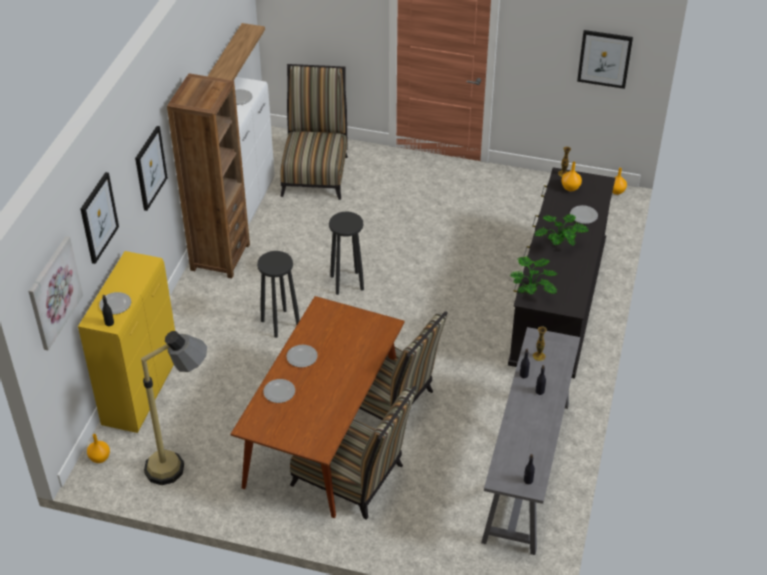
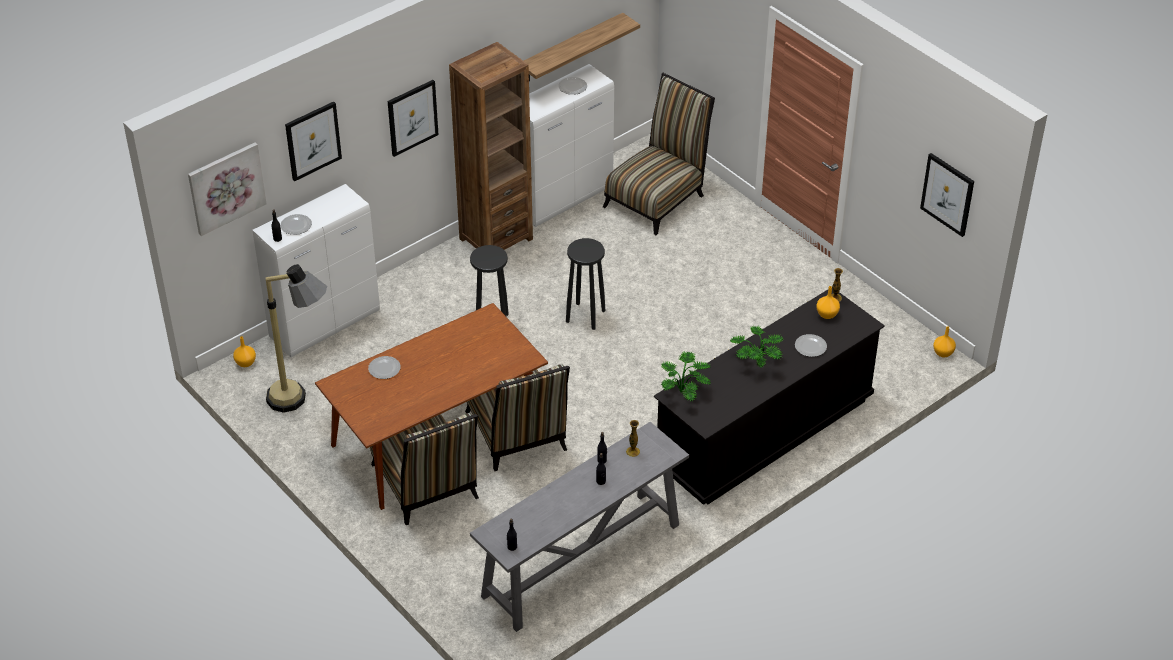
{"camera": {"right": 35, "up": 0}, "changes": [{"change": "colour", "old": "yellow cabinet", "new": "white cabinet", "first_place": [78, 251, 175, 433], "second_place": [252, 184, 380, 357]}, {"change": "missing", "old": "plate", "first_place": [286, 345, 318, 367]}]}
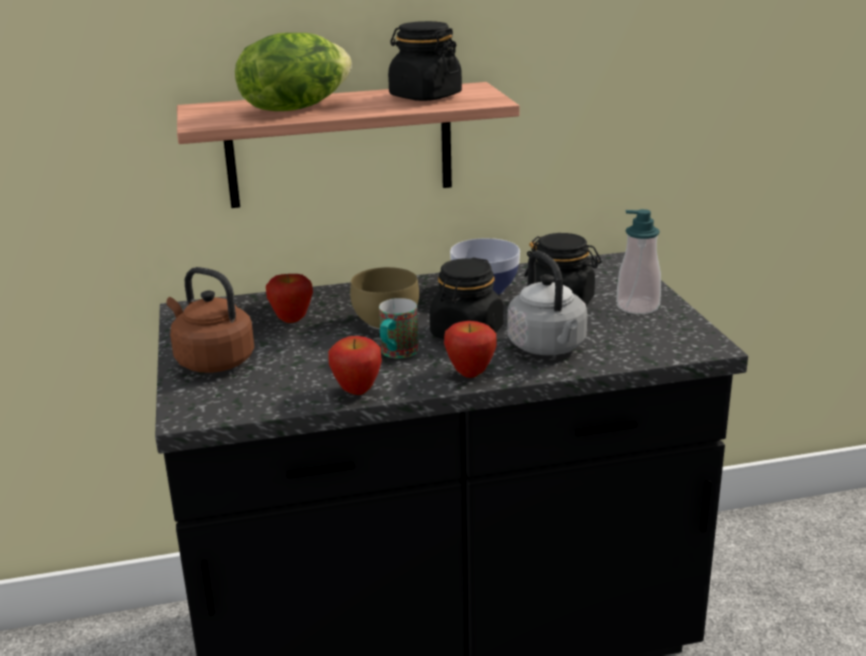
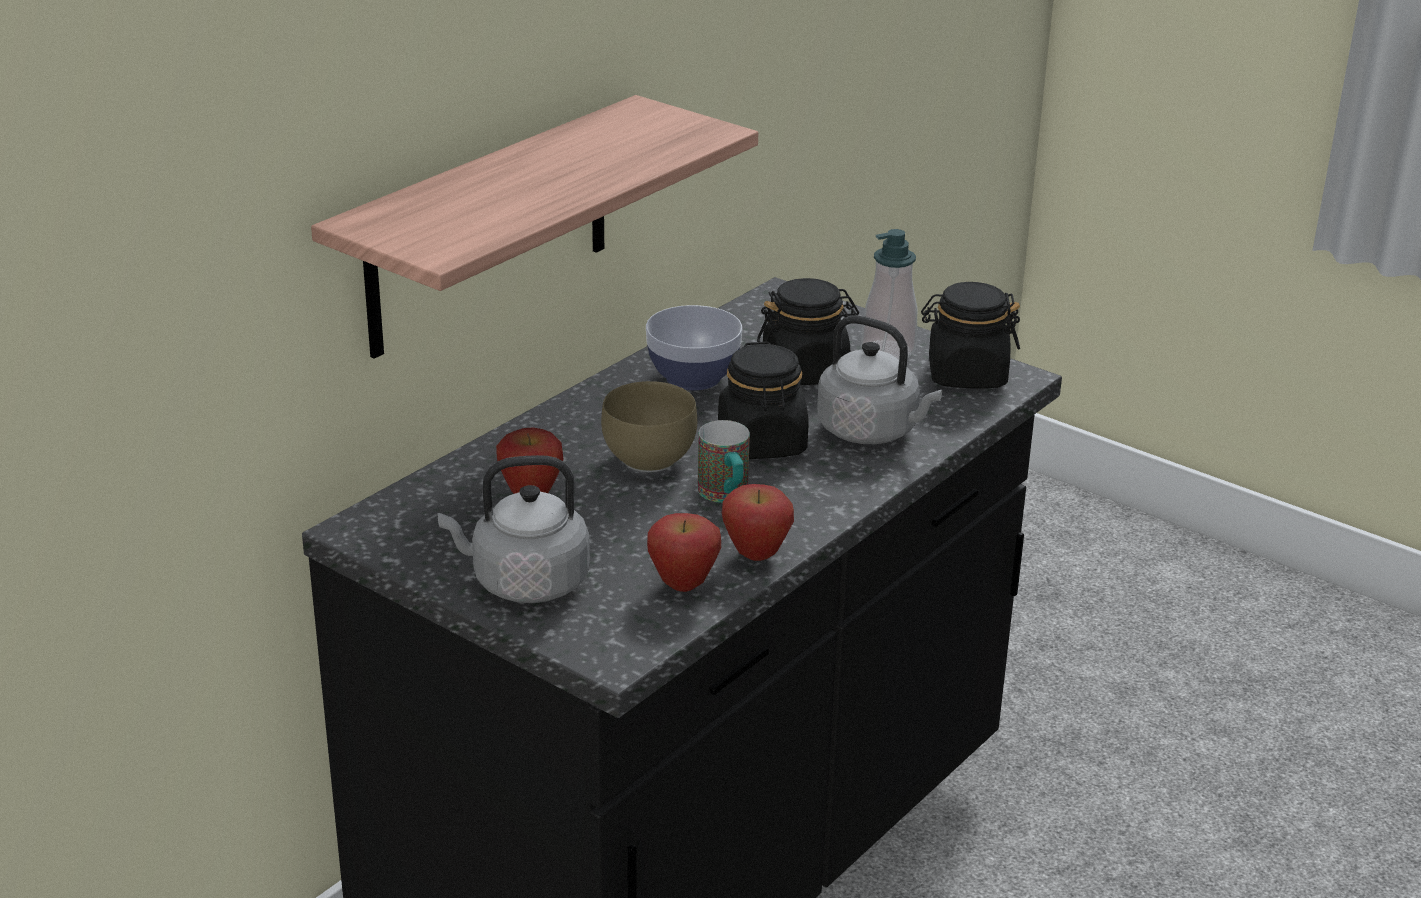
{"camera": {"right": -40, "up": 5}, "changes": [{"change": "colour", "old": "brown kettle", "new": "grey kettle", "first_place": [167, 267, 254, 373], "second_place": [437, 455, 590, 603]}, {"change": "missing", "old": "lettuce", "first_place": [235, 33, 352, 111]}, {"change": "relocated", "old": "black jar", "first_place": [388, 21, 462, 101], "second_place": [921, 282, 1020, 389]}, {"change": "relocated", "old": "apple", "first_place": [444, 321, 497, 378], "second_place": [647, 513, 721, 592]}]}
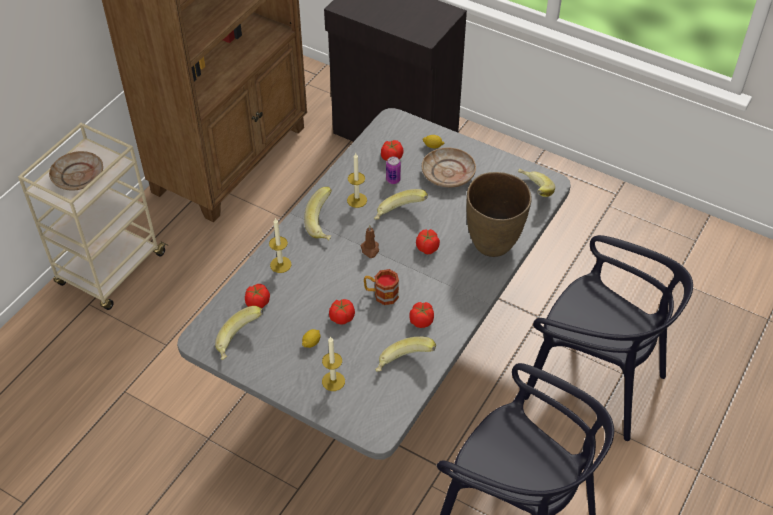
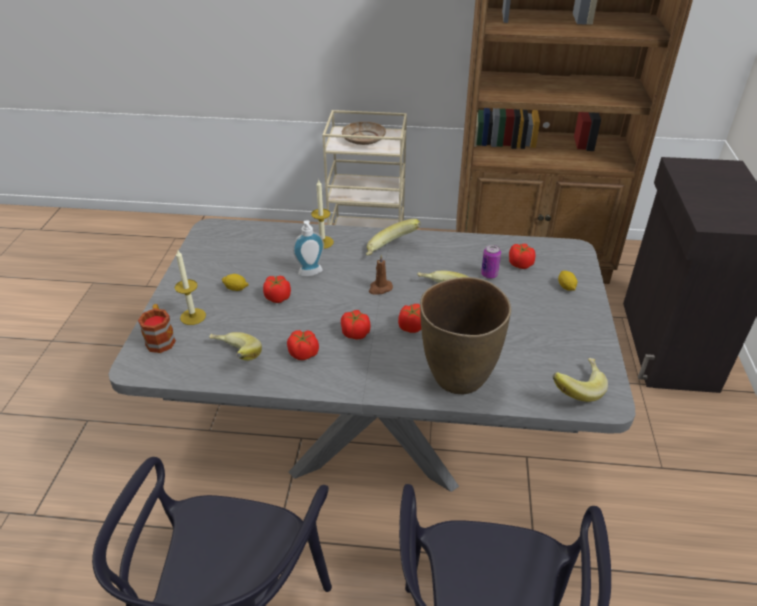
{"camera": {"right": 65, "up": -10}, "changes": [{"change": "missing", "old": "banana", "first_place": [215, 306, 263, 360]}, {"change": "relocated", "old": "tomato", "first_place": [245, 284, 270, 308], "second_place": [341, 310, 370, 340]}, {"change": "missing", "old": "candle", "first_place": [347, 153, 367, 208]}, {"change": "relocated", "old": "mug", "first_place": [364, 269, 399, 305], "second_place": [138, 304, 176, 353]}, {"change": "missing", "old": "beige plate", "first_place": [422, 148, 476, 188]}, {"change": "appeared", "new": "soap dispenser", "second_place": [293, 220, 324, 276]}]}
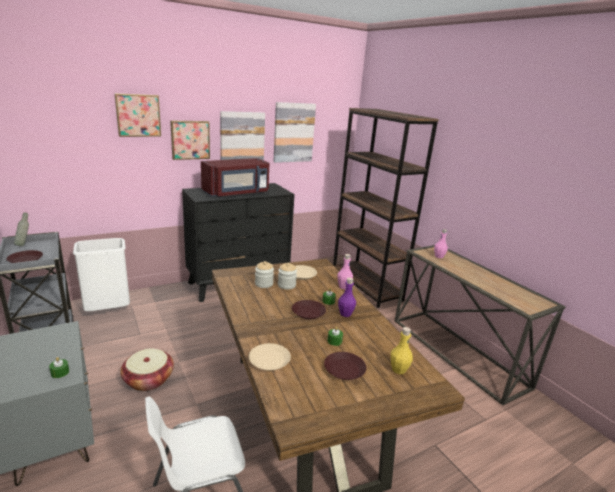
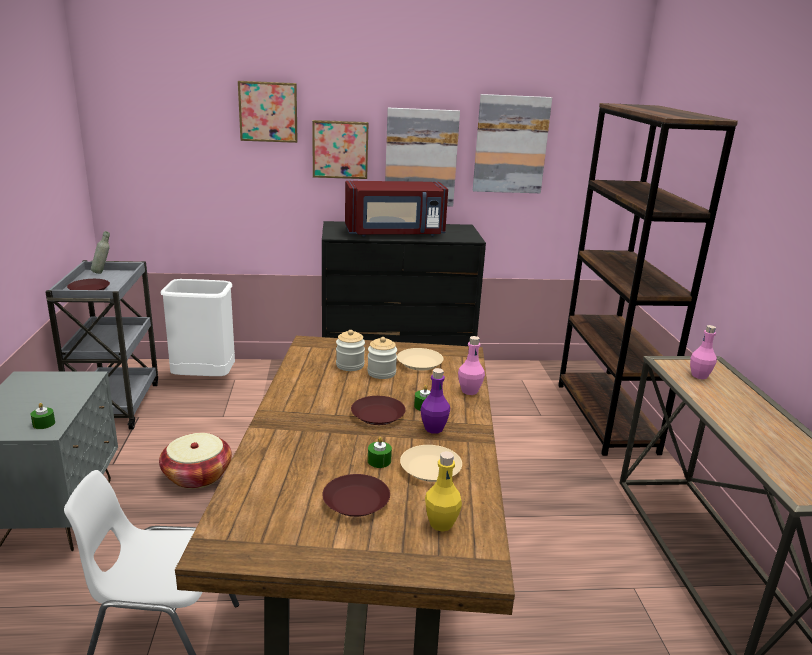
{"camera": {"right": 25, "up": 0}, "changes": [{"change": "relocated", "old": "beige plate", "first_place": [249, 343, 291, 371], "second_place": [400, 445, 462, 482]}]}
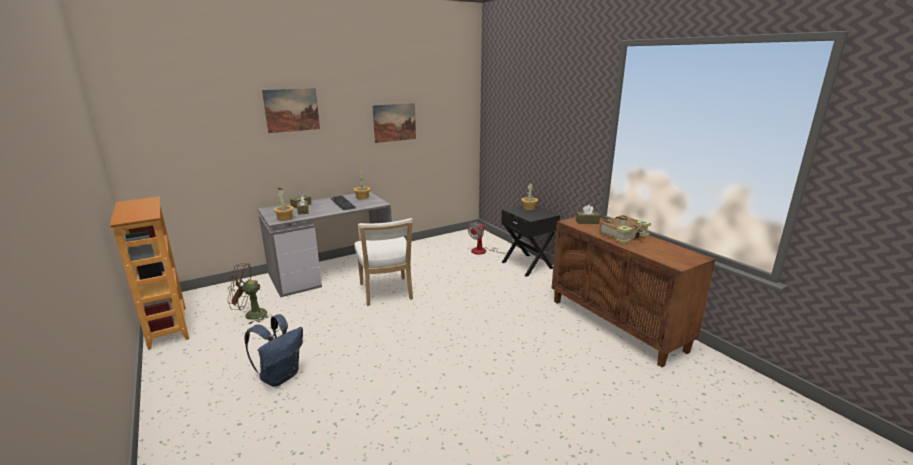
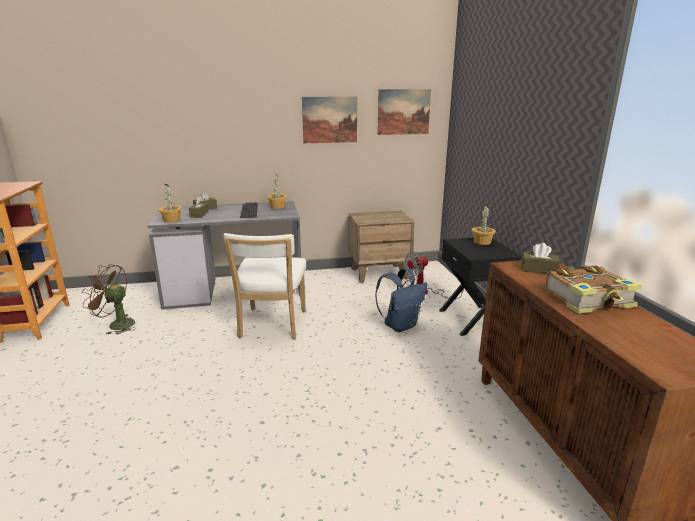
{"camera": {"right": 20, "up": 0}, "changes": [{"change": "relocated", "old": "blue backpack", "first_place": [245, 314, 303, 387], "second_place": [375, 268, 427, 332]}, {"change": "relocated", "old": "picture", "first_place": [262, 88, 320, 133], "second_place": [377, 89, 431, 135]}, {"change": "appeared", "new": "brown nightstand", "second_place": [349, 211, 415, 283]}]}
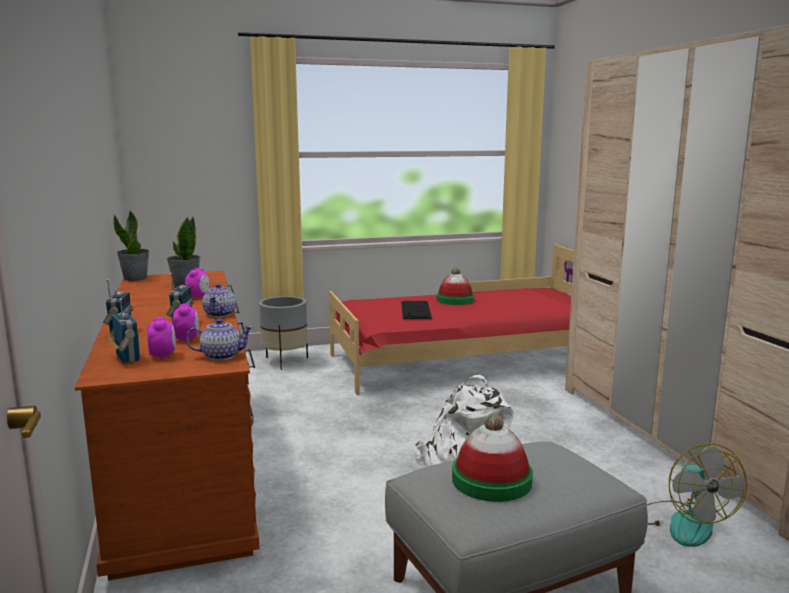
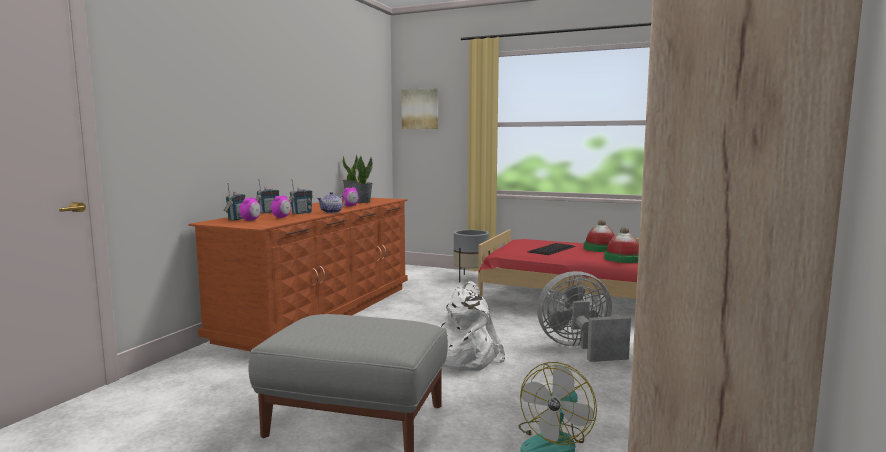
{"camera": {"right": 40, "up": -5}, "changes": [{"change": "missing", "old": "teapot", "first_place": [186, 319, 253, 360]}, {"change": "relocated", "old": "hat", "first_place": [452, 414, 533, 502], "second_place": [604, 227, 639, 263]}, {"change": "appeared", "new": "picture", "second_place": [401, 88, 438, 129]}, {"change": "appeared", "new": "grey fan", "second_place": [537, 271, 631, 362]}]}
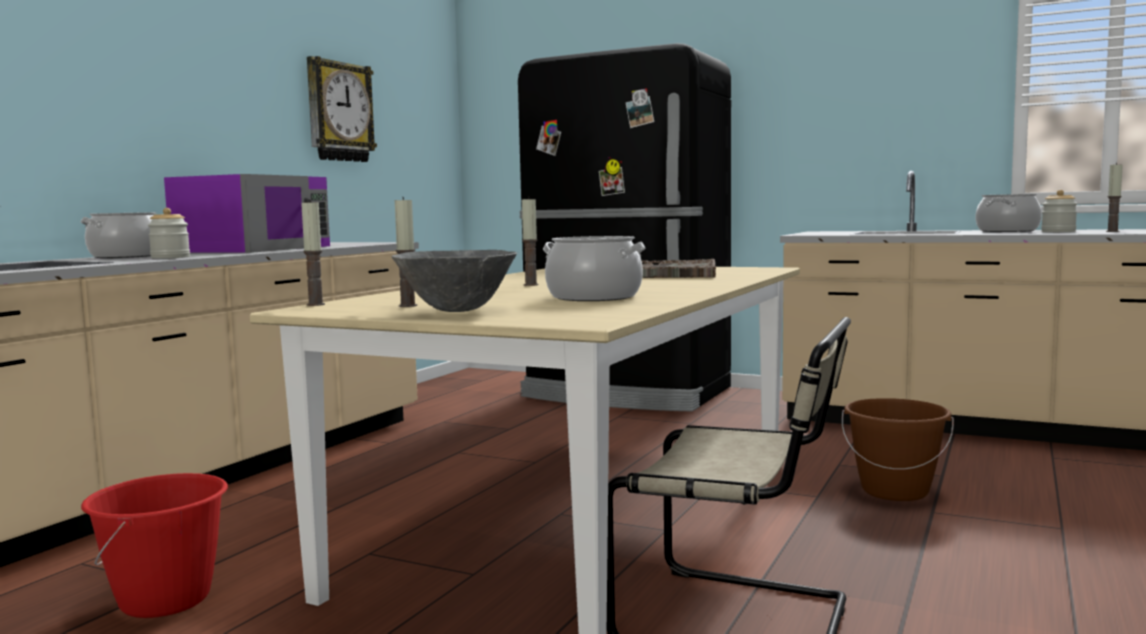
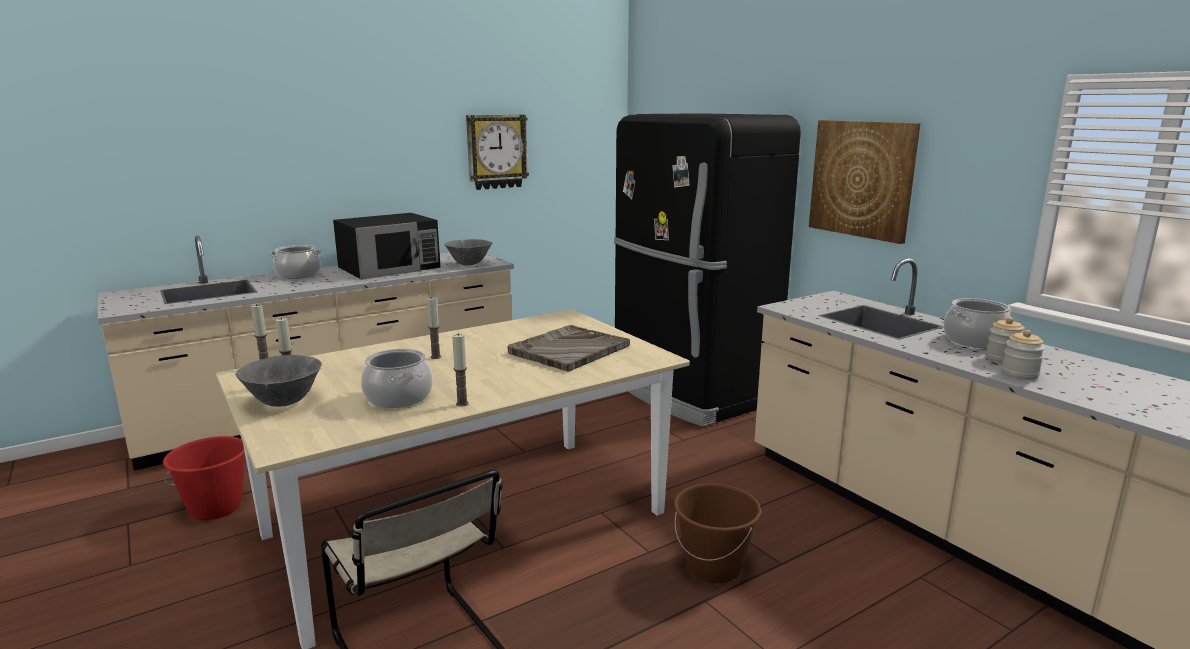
{"camera": {"right": 30, "up": 10}, "changes": [{"change": "relocated", "old": "jar", "first_place": [148, 208, 190, 259], "second_place": [1001, 330, 1045, 380]}, {"change": "colour", "old": "purple microwave", "new": "black microwave", "first_place": [164, 174, 330, 253], "second_place": [333, 213, 441, 280]}, {"change": "relocated", "old": "candle", "first_place": [1106, 163, 1123, 232], "second_place": [452, 334, 469, 407]}, {"change": "appeared", "new": "grey bowl", "second_place": [444, 239, 492, 265]}, {"change": "appeared", "new": "picture", "second_place": [809, 120, 921, 244]}]}
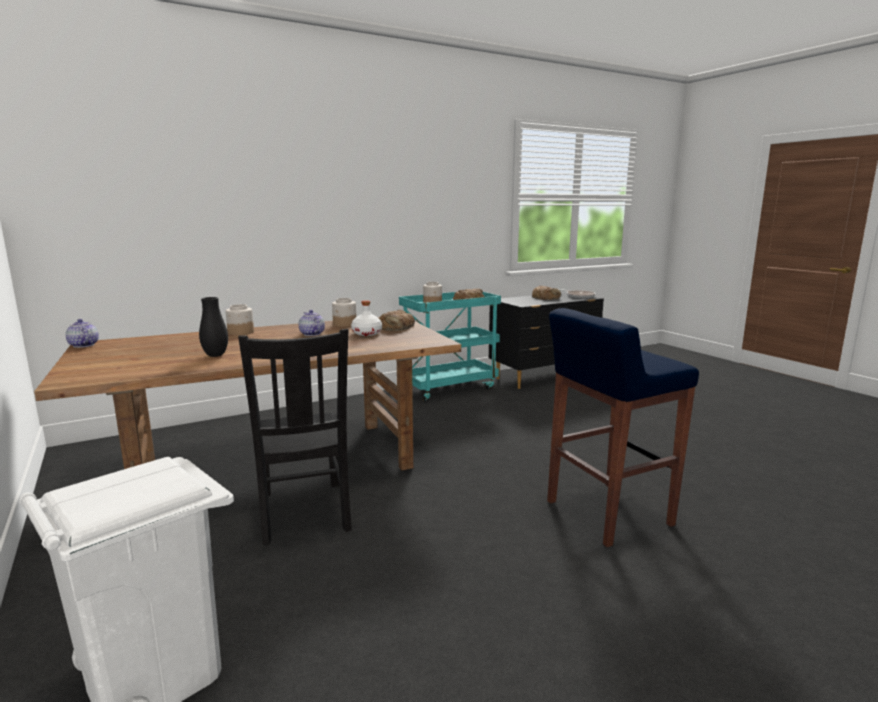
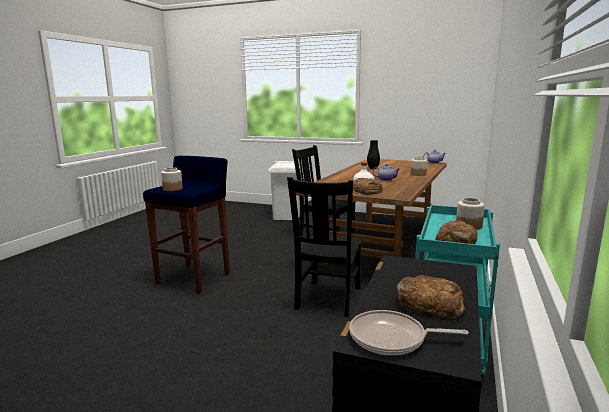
{"camera": {"right": 140, "up": 0}, "changes": [{"change": "relocated", "old": "jar", "first_place": [332, 298, 356, 327], "second_place": [161, 168, 183, 191]}, {"change": "appeared", "new": "black chair", "second_place": [287, 177, 362, 317]}]}
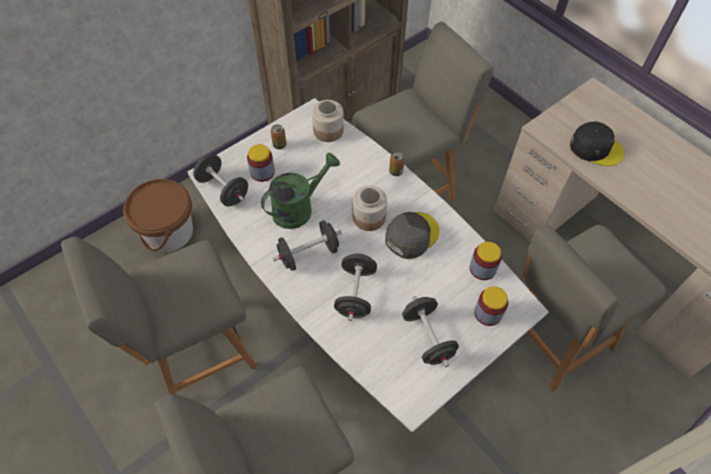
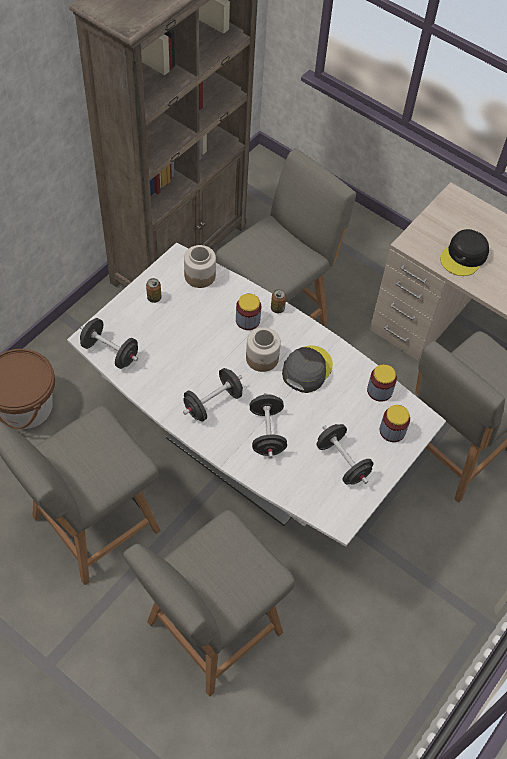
{"camera": {"right": -15, "up": 0}, "changes": [{"change": "relocated", "old": "jar", "first_place": [247, 144, 275, 182], "second_place": [236, 293, 261, 330]}, {"change": "missing", "old": "green watering can", "first_place": [261, 153, 340, 229]}, {"change": "spun", "old": "black cap", "first_place": [570, 121, 625, 166], "second_place": [440, 229, 489, 276], "degrees": 120}]}
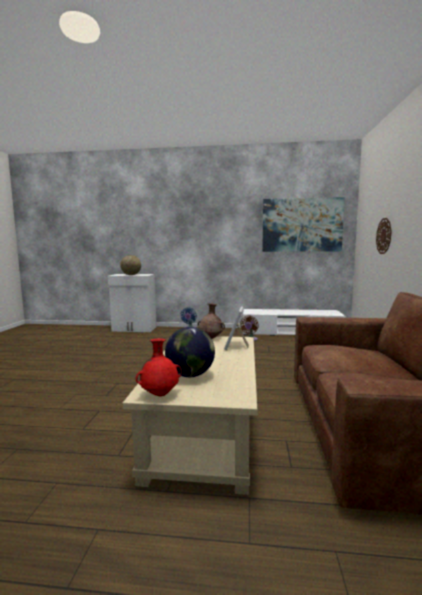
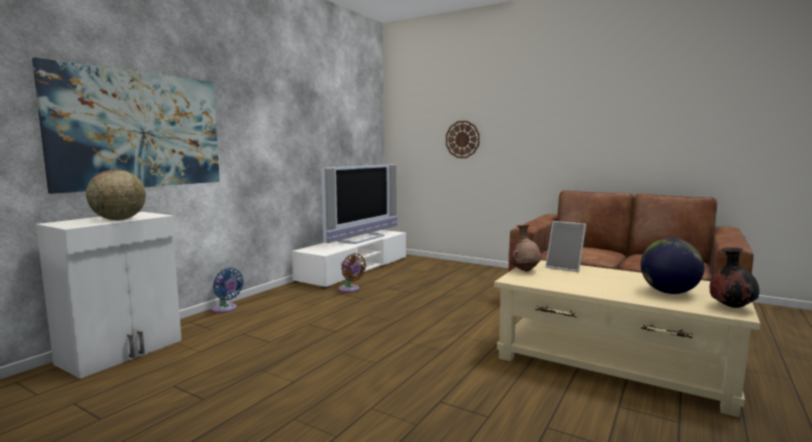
{"camera": {"right": -65, "up": 0}, "changes": [{"change": "colour", "old": "red vase", "new": "black vase", "first_place": [136, 338, 182, 397], "second_place": [710, 248, 759, 308]}, {"change": "relocated", "old": "picture", "first_place": [262, 197, 345, 252], "second_place": [32, 58, 220, 194]}, {"change": "appeared", "new": "television", "second_place": [321, 164, 397, 244]}]}
